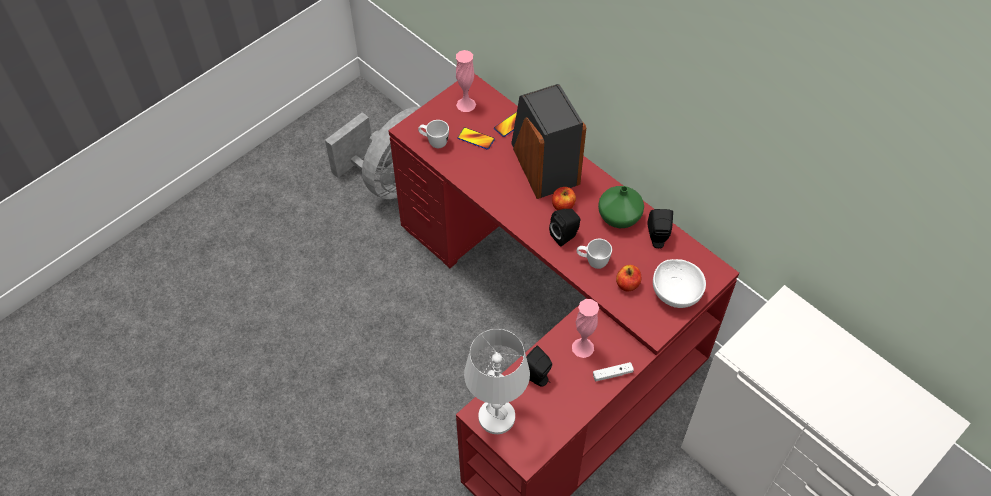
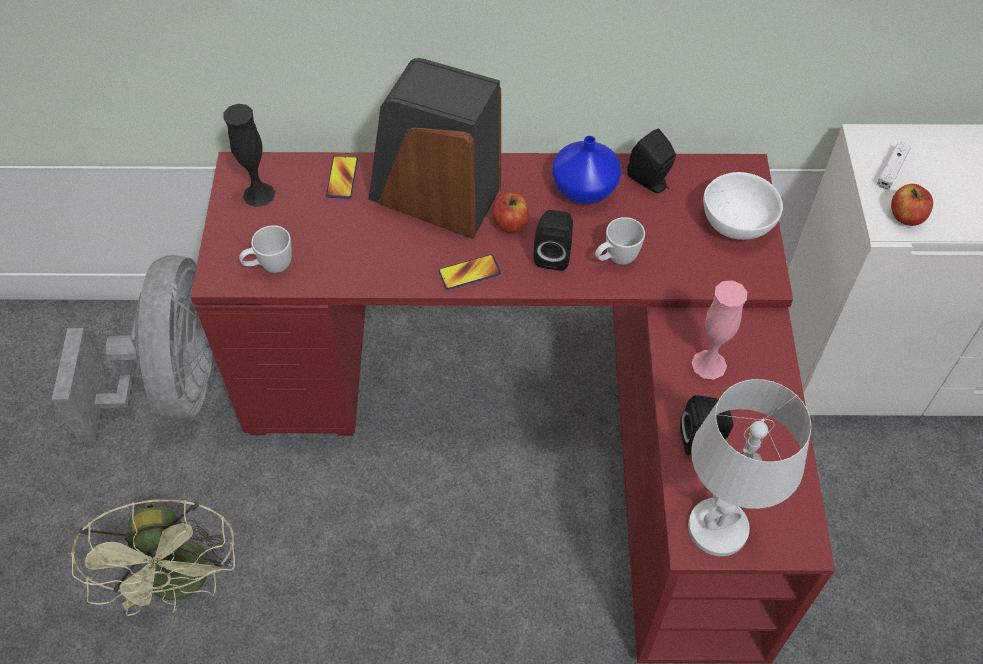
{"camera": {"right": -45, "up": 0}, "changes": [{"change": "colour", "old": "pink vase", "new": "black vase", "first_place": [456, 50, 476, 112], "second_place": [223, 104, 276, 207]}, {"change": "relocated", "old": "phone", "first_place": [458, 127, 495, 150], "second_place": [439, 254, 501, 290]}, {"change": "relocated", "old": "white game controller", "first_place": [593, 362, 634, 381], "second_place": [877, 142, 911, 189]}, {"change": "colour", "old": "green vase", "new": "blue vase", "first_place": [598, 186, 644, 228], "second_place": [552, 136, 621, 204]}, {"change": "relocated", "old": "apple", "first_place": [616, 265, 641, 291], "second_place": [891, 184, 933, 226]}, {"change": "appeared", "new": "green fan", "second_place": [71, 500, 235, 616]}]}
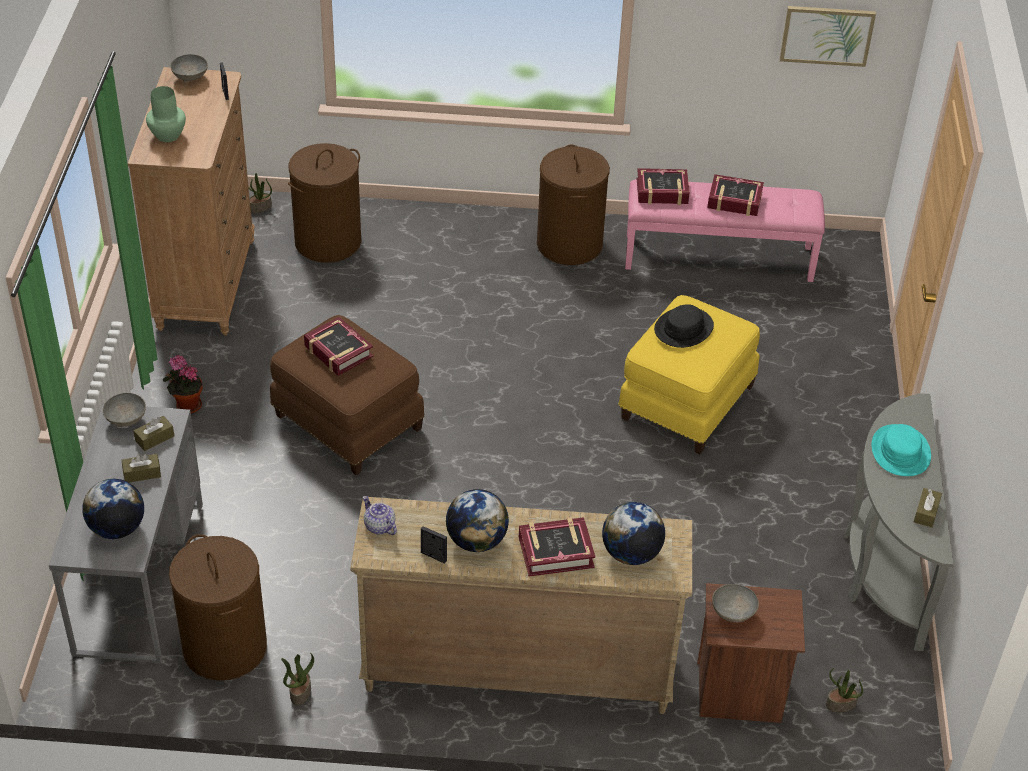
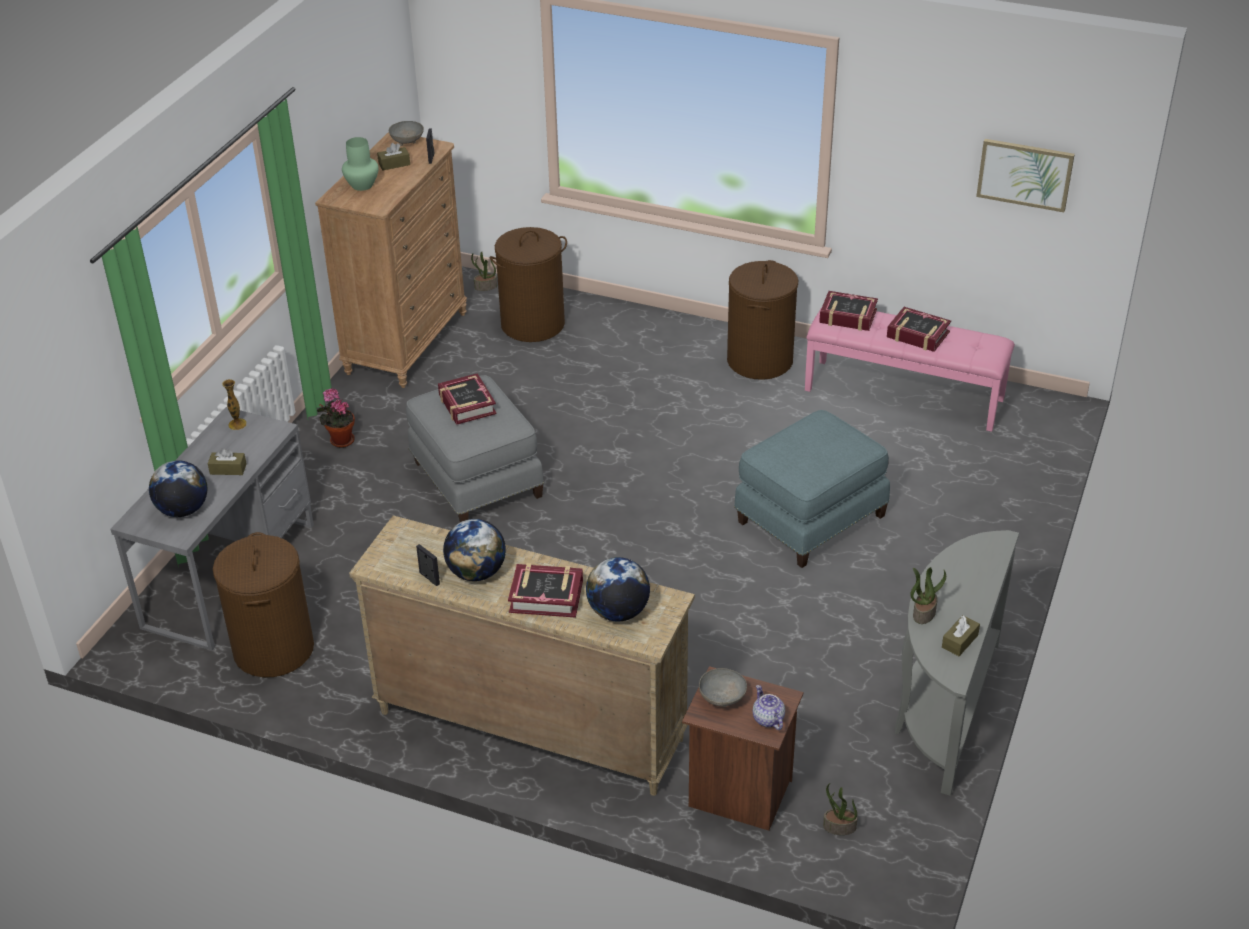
{"camera": {"right": 20, "up": -5}, "changes": [{"change": "exchanged", "old": "grey bowl", "new": "vase", "first_place": [103, 393, 146, 428], "second_place": [222, 379, 247, 430]}, {"change": "relocated", "old": "brown tissue box", "first_place": [134, 416, 174, 451], "second_place": [377, 143, 410, 170]}, {"change": "colour", "old": "brown ottoman", "new": "grey ottoman", "first_place": [270, 315, 425, 475], "second_place": [406, 375, 544, 522]}, {"change": "relocated", "old": "potted plant", "first_place": [281, 653, 314, 705], "second_place": [910, 567, 946, 624]}, {"change": "relocated", "old": "teapot", "first_place": [363, 496, 397, 535], "second_place": [753, 685, 785, 730]}, {"change": "colour", "old": "yellow ottoman", "new": "blue ottoman", "first_place": [618, 295, 760, 454], "second_place": [734, 410, 890, 568]}, {"change": "missing", "old": "black hat", "first_place": [654, 304, 714, 348]}, {"change": "missing", "old": "turquoise hat", "first_place": [871, 424, 931, 476]}]}
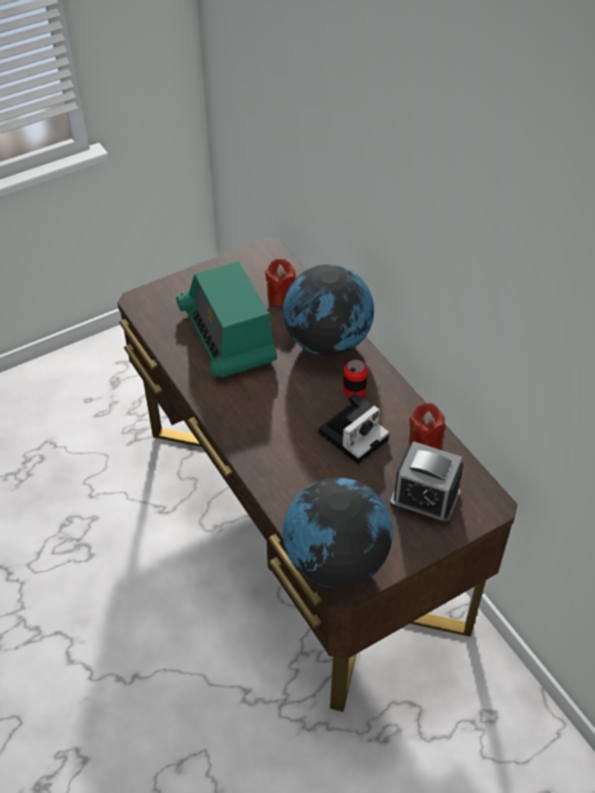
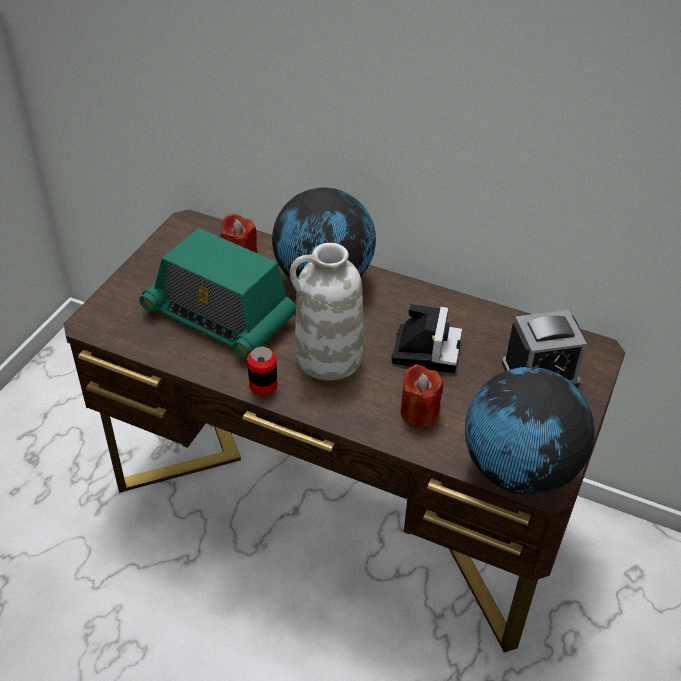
{"camera": {"right": -35, "up": -5}, "changes": [{"change": "relocated", "old": "can", "first_place": [343, 360, 368, 397], "second_place": [247, 347, 278, 395]}, {"change": "relocated", "old": "red candle", "first_place": [409, 403, 445, 449], "second_place": [400, 364, 443, 427]}, {"change": "appeared", "new": "white vase", "second_place": [290, 243, 363, 381]}]}
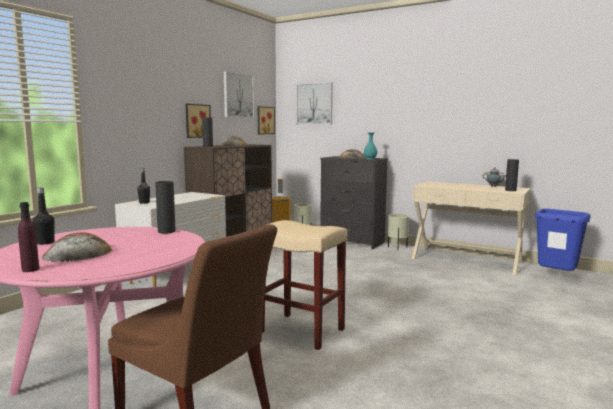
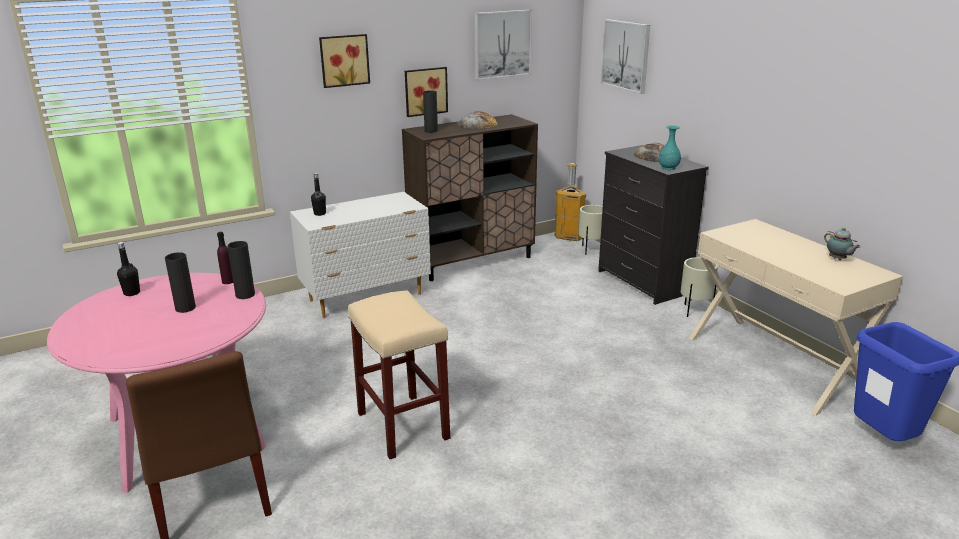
{"camera": {"right": 30, "up": 15}, "changes": [{"change": "relocated", "old": "purple bottle", "first_place": [18, 202, 39, 272], "second_place": [217, 232, 233, 284]}, {"change": "missing", "old": "bread", "first_place": [41, 232, 112, 262]}, {"change": "relocated", "old": "picture", "first_place": [258, 106, 275, 134], "second_place": [319, 34, 370, 88]}, {"change": "relocated", "old": "black vase", "first_place": [505, 159, 519, 191], "second_place": [165, 252, 196, 313]}]}
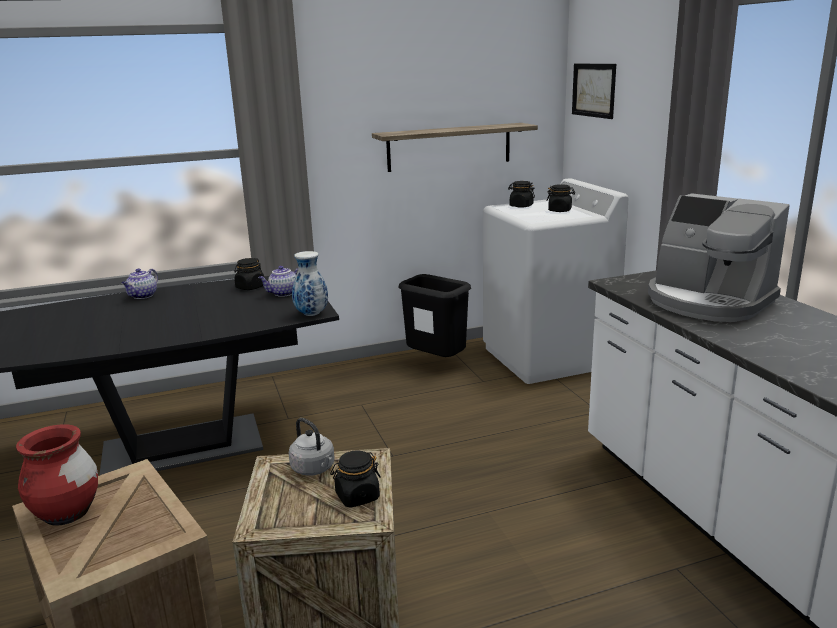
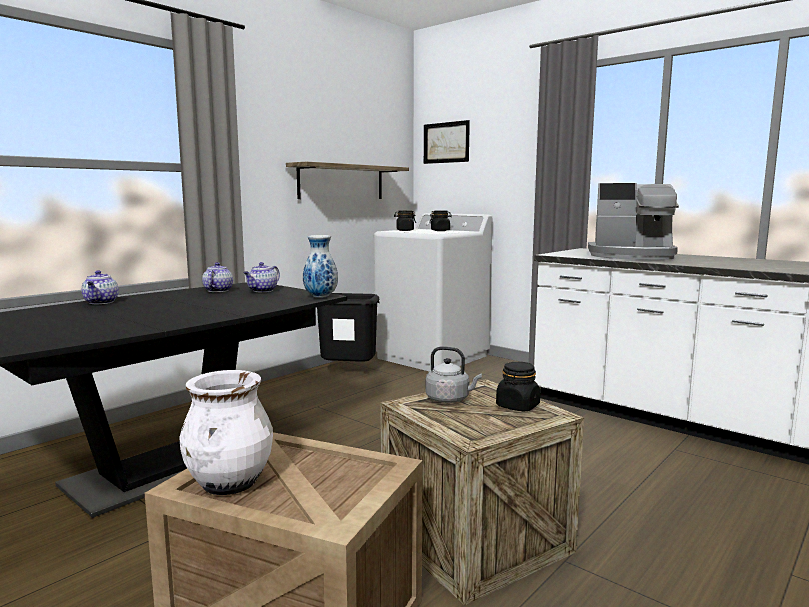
{"camera": {"right": -30, "up": -10}, "changes": [{"change": "colour", "old": "red vase", "new": "white vase", "first_place": [16, 424, 98, 526], "second_place": [179, 370, 273, 495]}, {"change": "exchanged", "old": "black jar", "new": "teapot", "first_place": [234, 258, 264, 290], "second_place": [202, 262, 233, 292]}]}
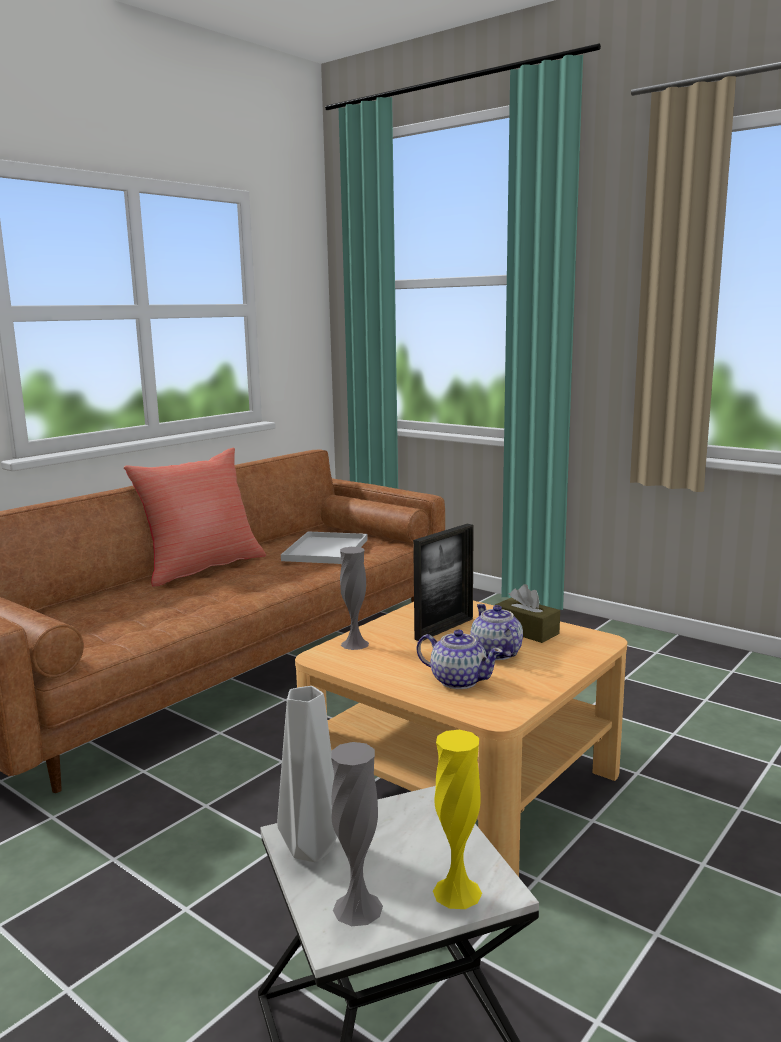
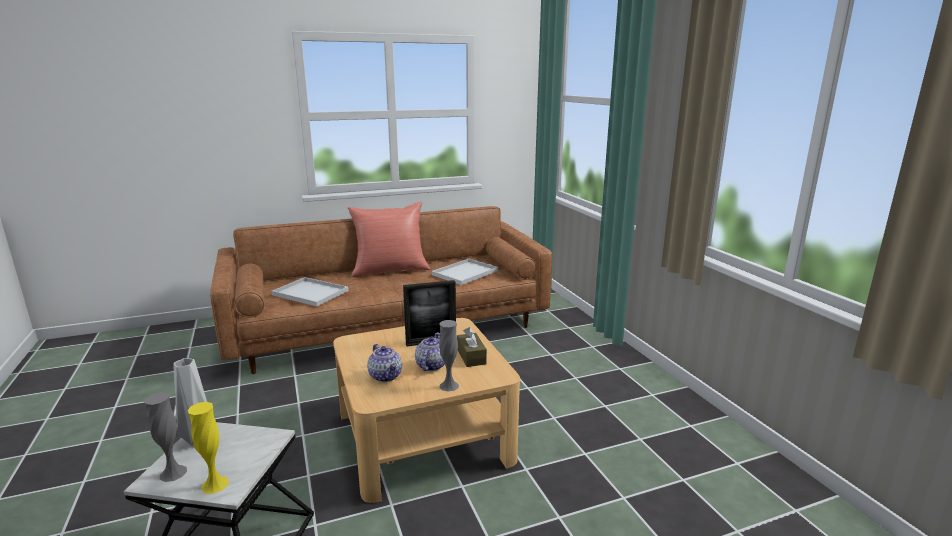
{"camera": {"right": 30, "up": 5}, "changes": [{"change": "relocated", "old": "grey vase", "first_place": [340, 547, 369, 650], "second_place": [439, 320, 459, 392]}, {"change": "appeared", "new": "white tray", "second_place": [271, 277, 349, 306]}]}
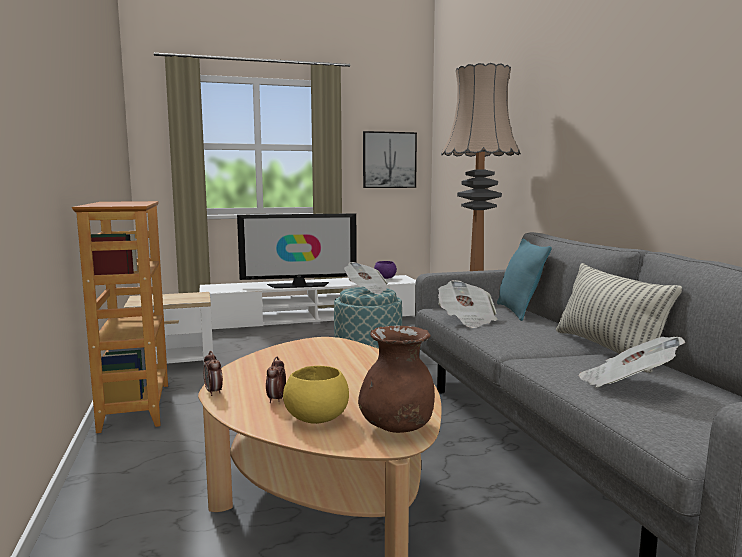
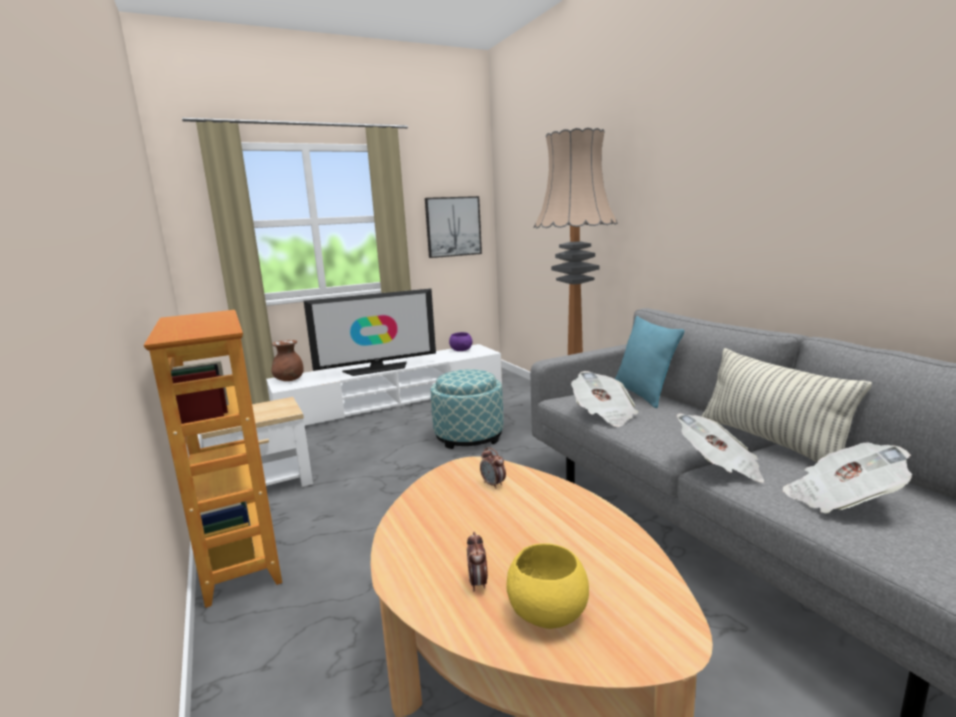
{"camera": {"right": -10, "up": 5}, "changes": [{"change": "relocated", "old": "alarm clock", "first_place": [203, 351, 223, 396], "second_place": [480, 447, 506, 489]}, {"change": "relocated", "old": "newspaper", "first_place": [344, 262, 390, 294], "second_place": [677, 413, 764, 483]}, {"change": "relocated", "old": "brown vase", "first_place": [358, 326, 435, 433], "second_place": [271, 340, 304, 381]}]}
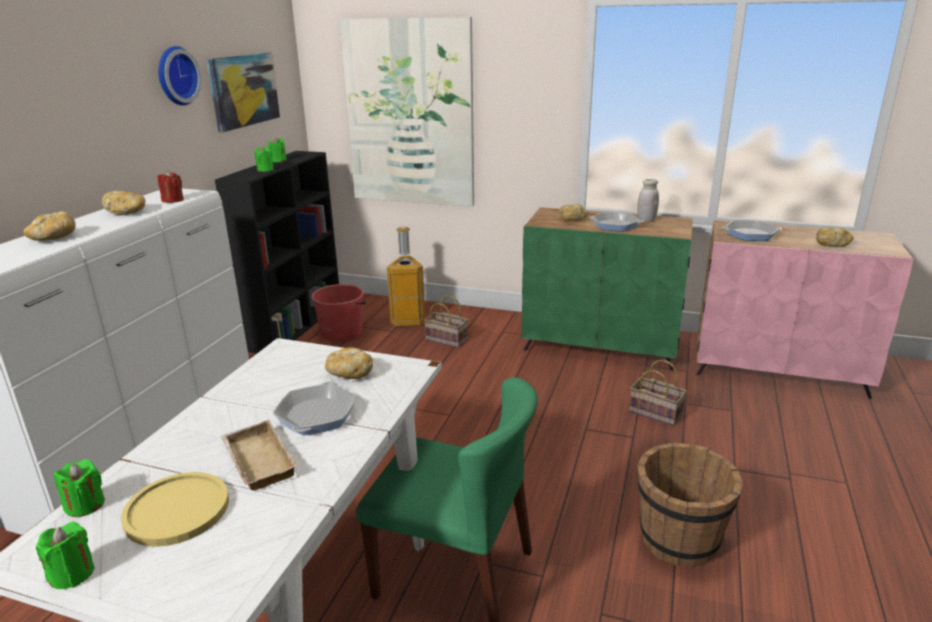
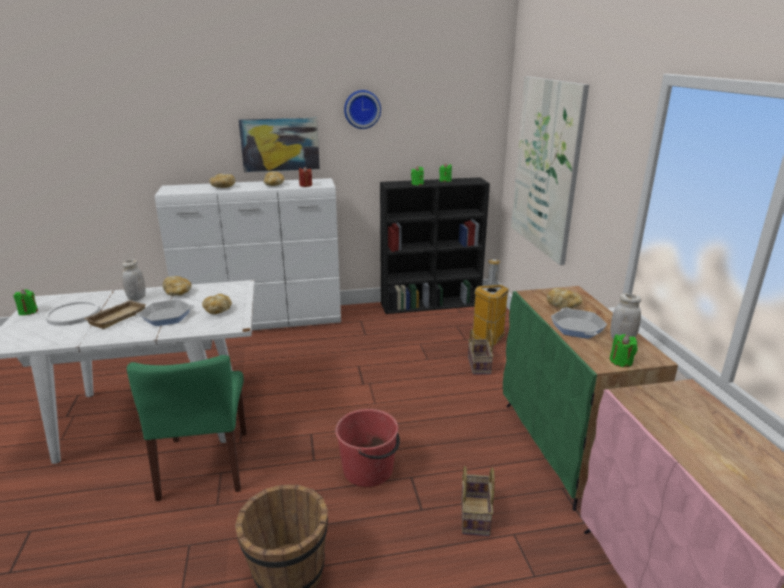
{"camera": {"right": 60, "up": 0}, "changes": [{"change": "relocated", "old": "green candle", "first_place": [53, 459, 105, 517], "second_place": [610, 334, 638, 367]}, {"change": "colour", "old": "yellow plate", "new": "white plate", "first_place": [121, 472, 229, 547], "second_place": [45, 301, 99, 326]}, {"change": "relocated", "old": "picture", "first_place": [207, 53, 280, 132], "second_place": [238, 118, 320, 172]}, {"change": "relocated", "old": "red bucket", "first_place": [311, 284, 366, 342], "second_place": [335, 409, 400, 487]}, {"change": "missing", "old": "frying pan", "first_place": [722, 220, 782, 241]}, {"change": "relocated", "old": "bread", "first_place": [816, 227, 853, 247], "second_place": [163, 276, 192, 296]}, {"change": "appeared", "new": "white jar", "second_place": [122, 259, 146, 301]}]}
